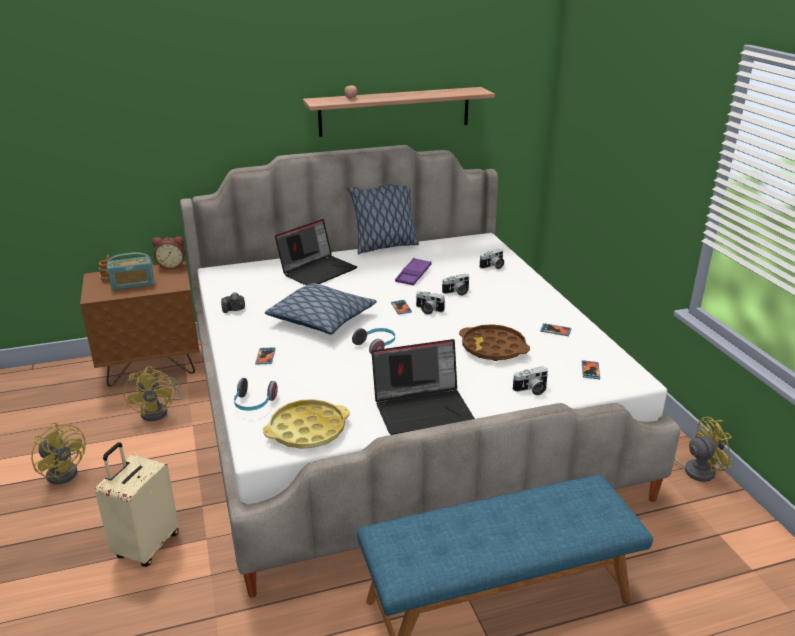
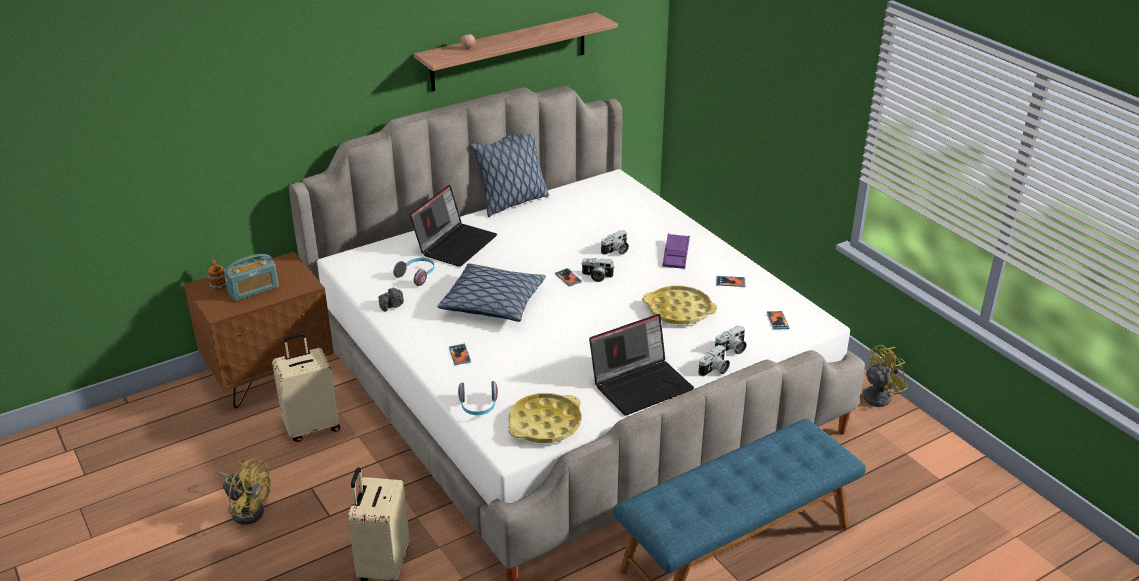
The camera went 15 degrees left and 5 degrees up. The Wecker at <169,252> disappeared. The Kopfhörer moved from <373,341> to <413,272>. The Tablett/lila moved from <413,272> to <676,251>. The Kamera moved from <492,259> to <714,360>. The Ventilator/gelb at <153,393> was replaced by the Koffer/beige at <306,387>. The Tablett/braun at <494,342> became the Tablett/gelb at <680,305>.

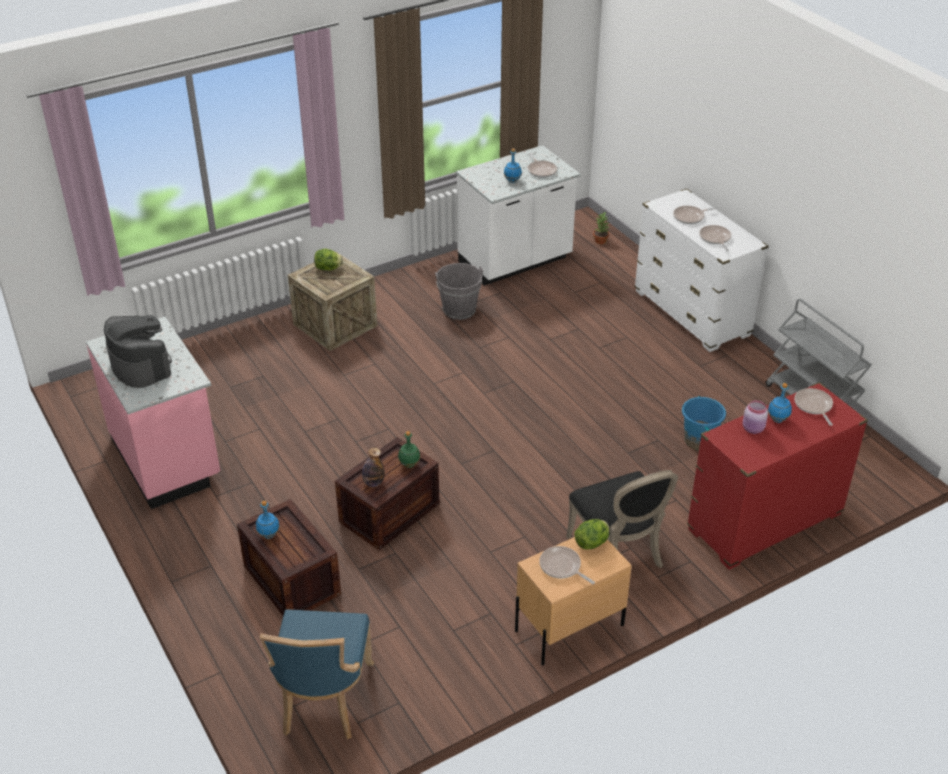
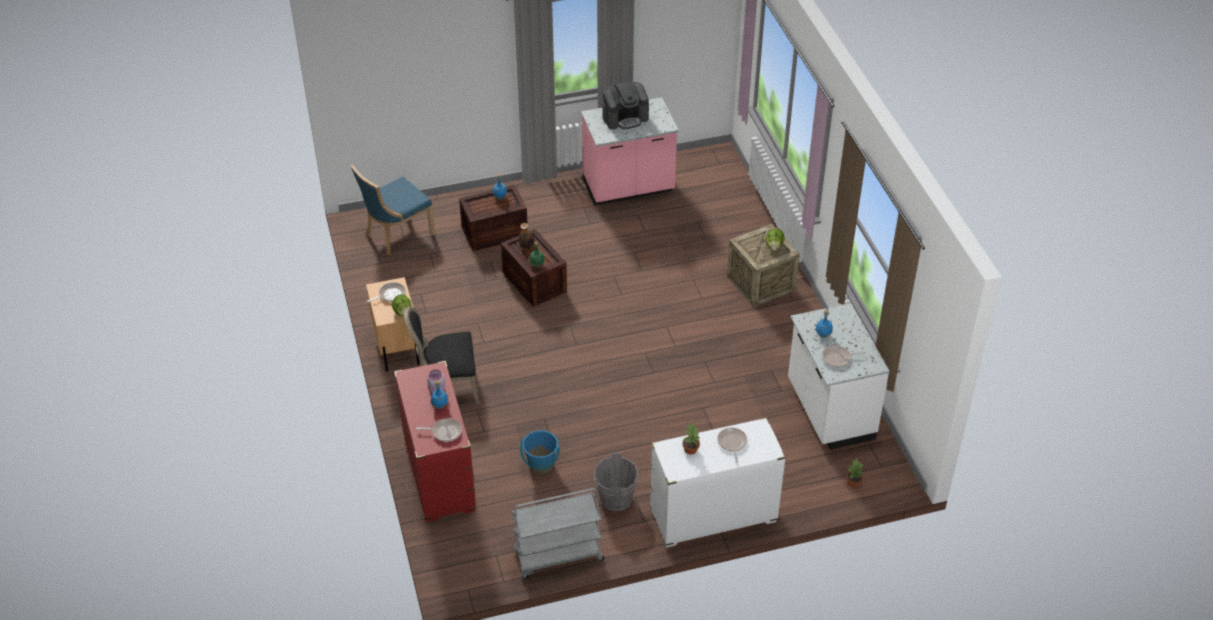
The camera went 105 degrees right and 5 degrees up. The Eimer/grau moved from <459,291> to <616,482>. The Pfanne at <715,238> was replaced by the Topfpflanze at <691,438>. The Stuhl/blau at <317,674> turned 60 degrees counterclockwise.

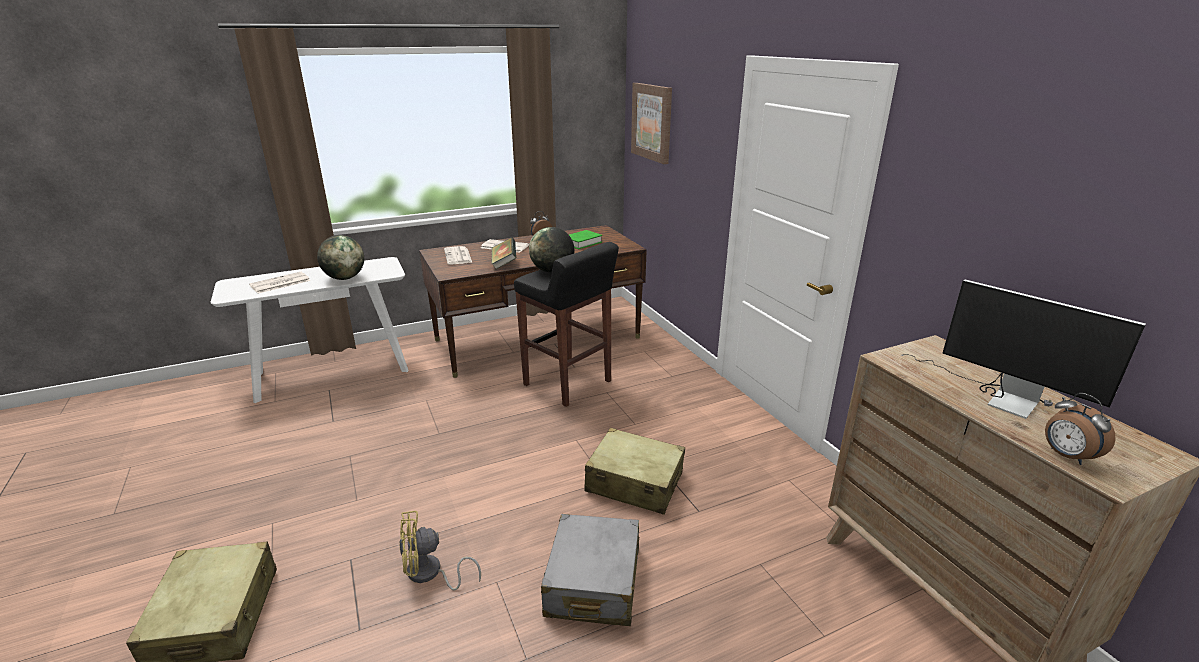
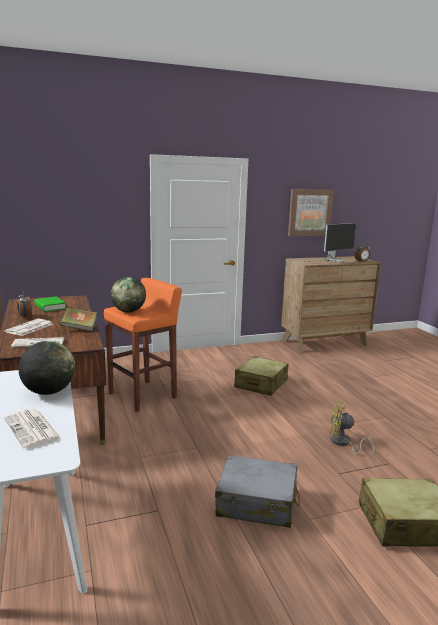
The camera went 85 degrees left and 10 degrees down. The Koffer/grau moved from <590,570> to <257,491>. The Bild moved from <651,123> to <311,212>. The Hocker/schwarz at <566,324> became the Hocker/orange at <143,345>. The Ventilator/gelb at <440,551> turned 120 degrees clockwise.

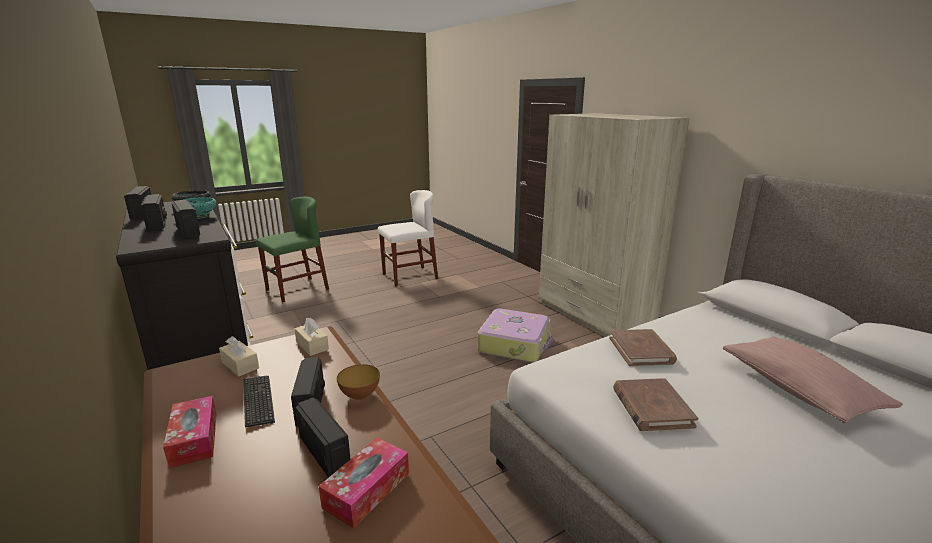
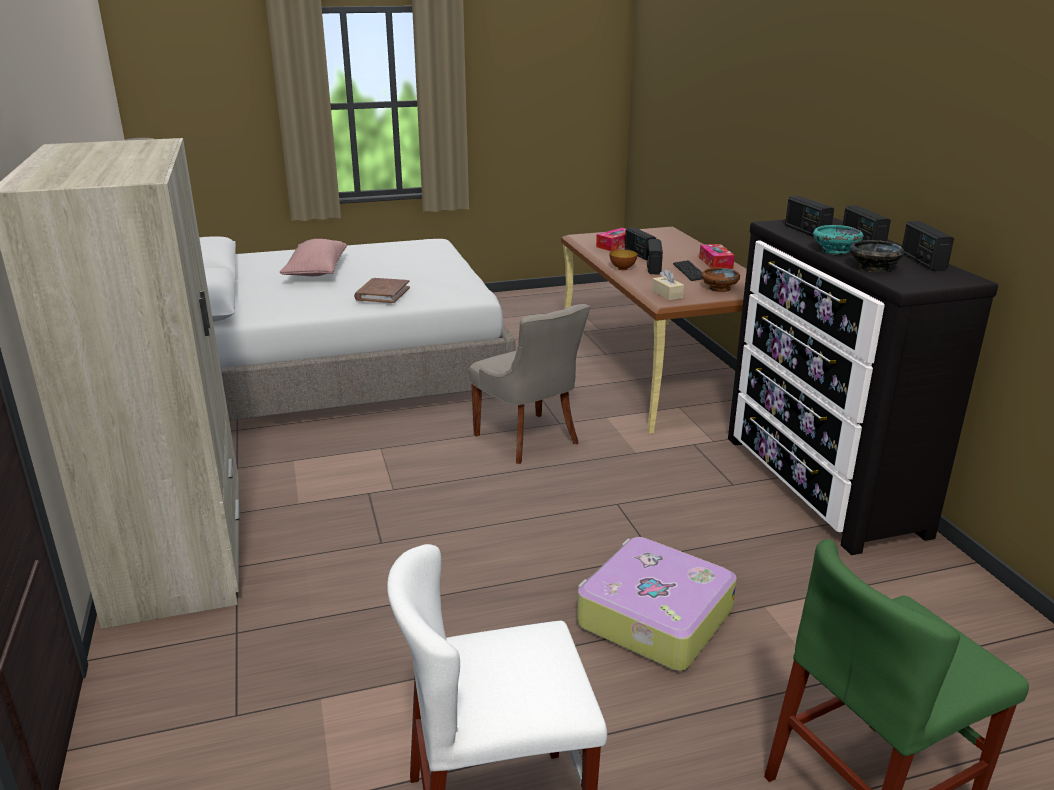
The camera went 165 degrees left and 5 degrees up. The Buch/braun at <655,404> disappeared. The Stuhl/grau at <530,384> appeared. The Koffer moved from <515,335> to <657,604>. The Taschentuchbox/beige at <239,356> was replaced by the Schüssel/braun at <721,280>.

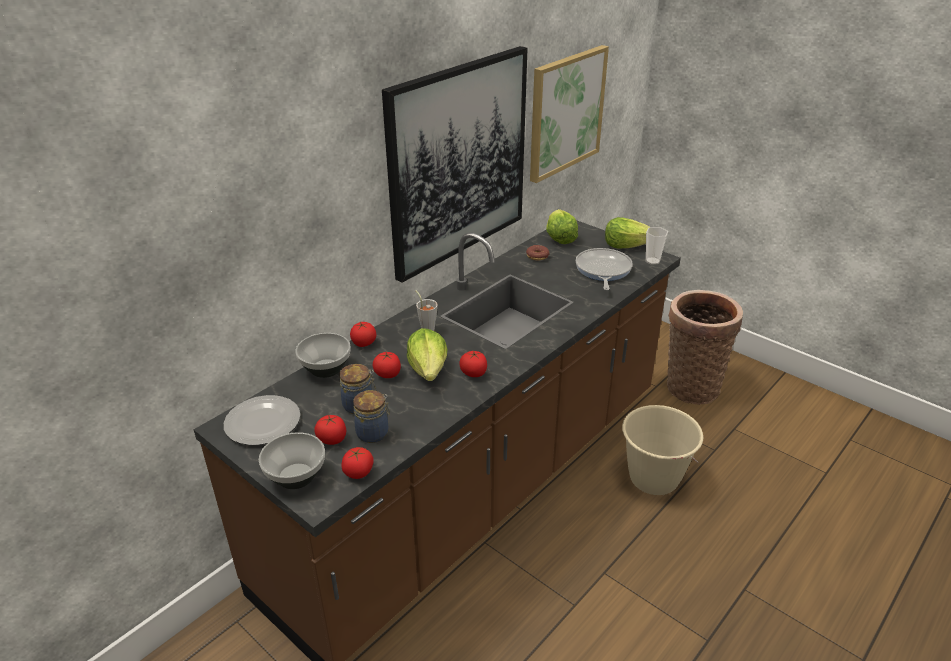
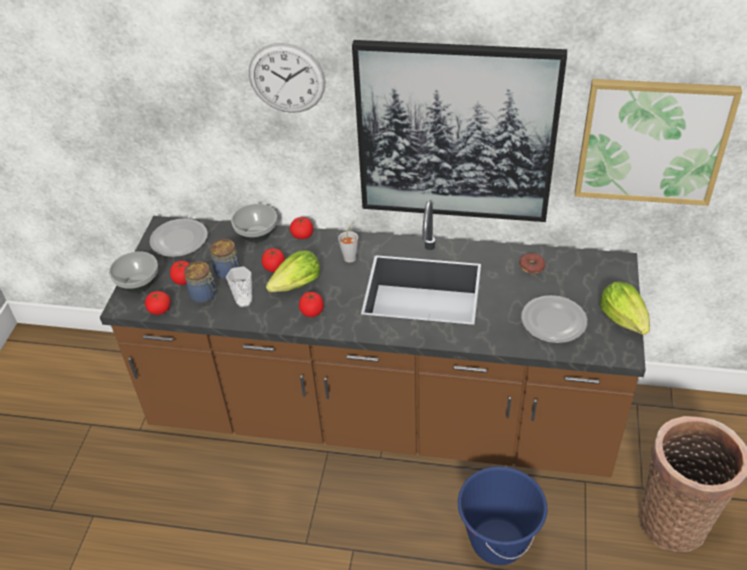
The camera went 60 degrees right and 10 degrees up. The Salatkopf at <562,226> disappeared. The Wanduhr at <287,78> appeared. The Tasse moved from <657,246> to <239,287>. The Pfanne at <604,269> was replaced by the Teller at <554,319>. The Eimer/beige at <663,450> became the Eimer/blau at <502,515>.

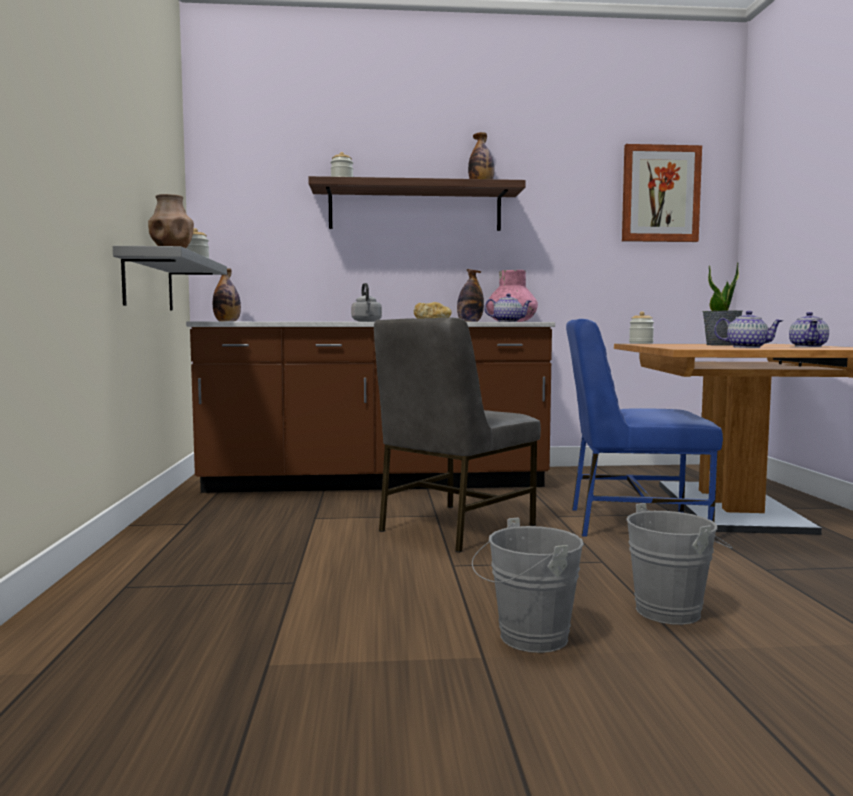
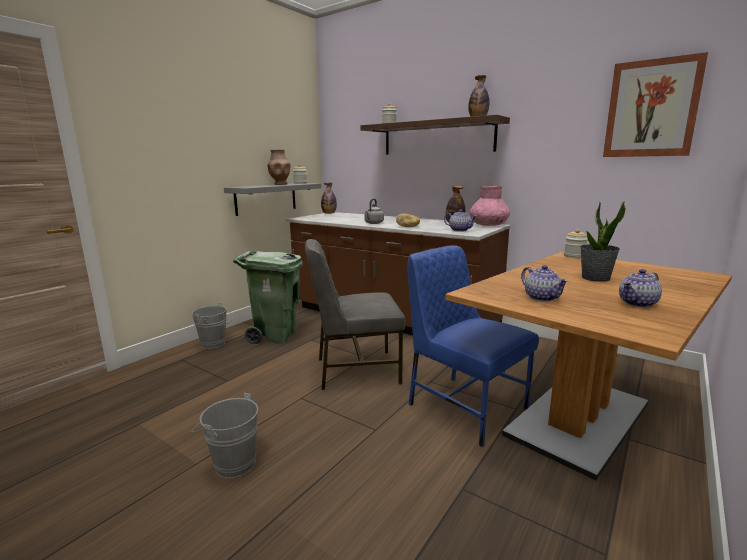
The camera went 40 degrees right and 10 degrees up. The Mülleimer/grün at <268,297> appeared. The Eimer/grau moved from <679,564> to <212,326>.

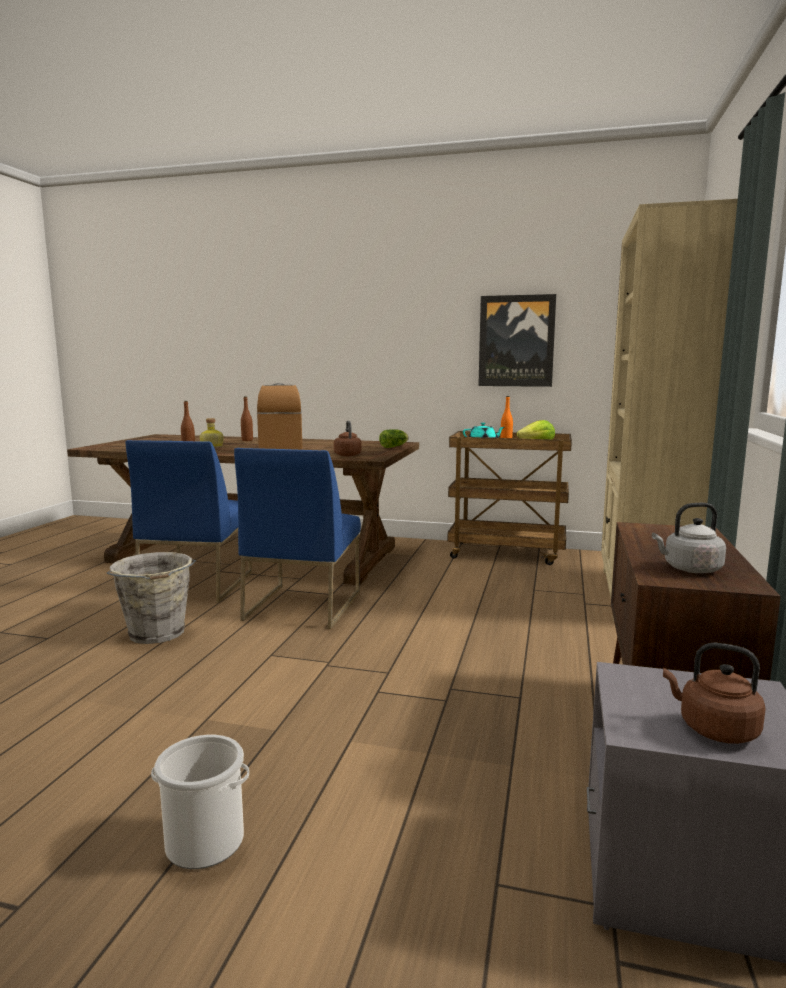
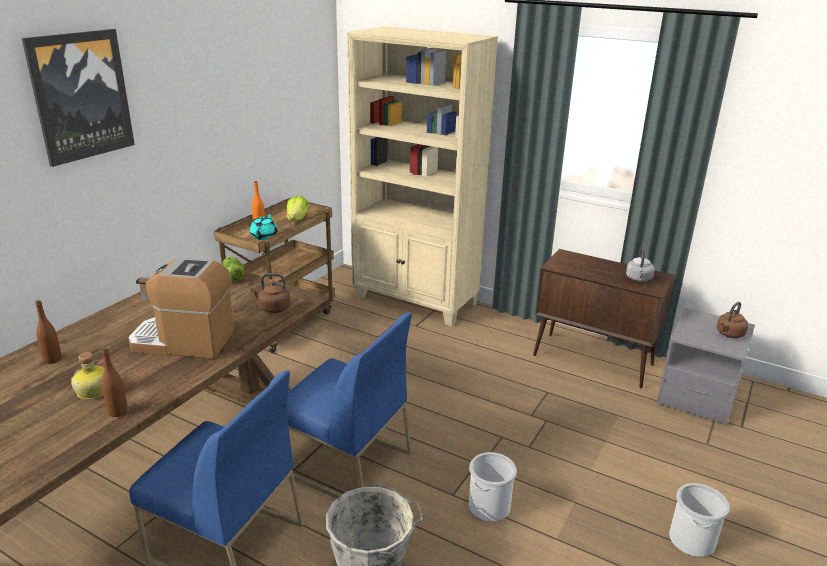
The camera went 75 degrees left and 15 degrees up. The Eimer at <493,487> appeared. The Bild moved from <517,340> to <78,98>.

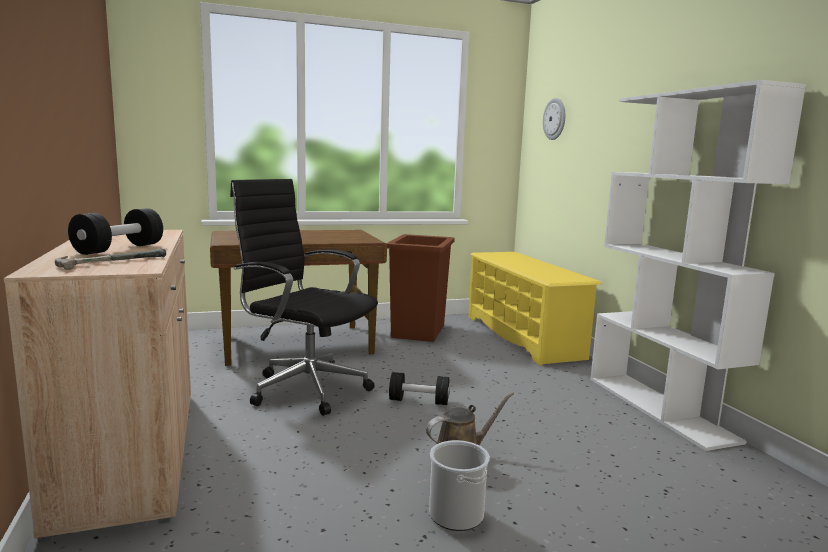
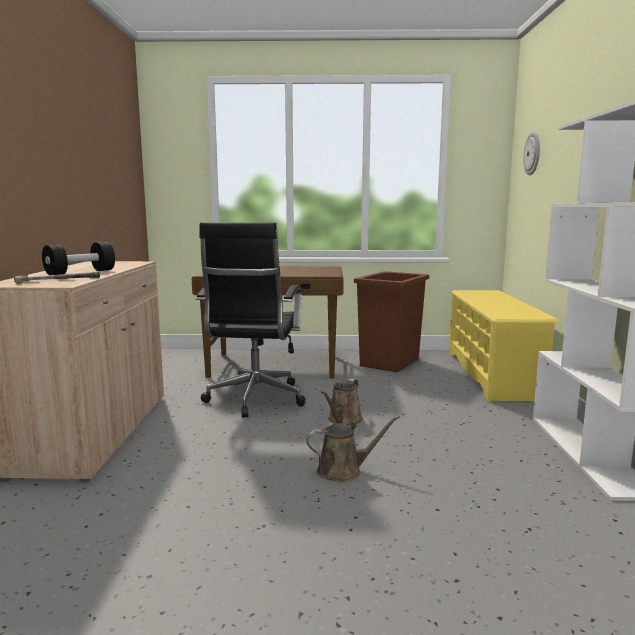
The camera went 20 degrees right and 0 degrees up. The Eimer at <459,485> disappeared. The Hantel/schwarz at <419,388> was replaced by the Gießkanne/braun at <342,402>. The Bürostuhl/schwarz at <304,297> turned 135 degrees counterclockwise.

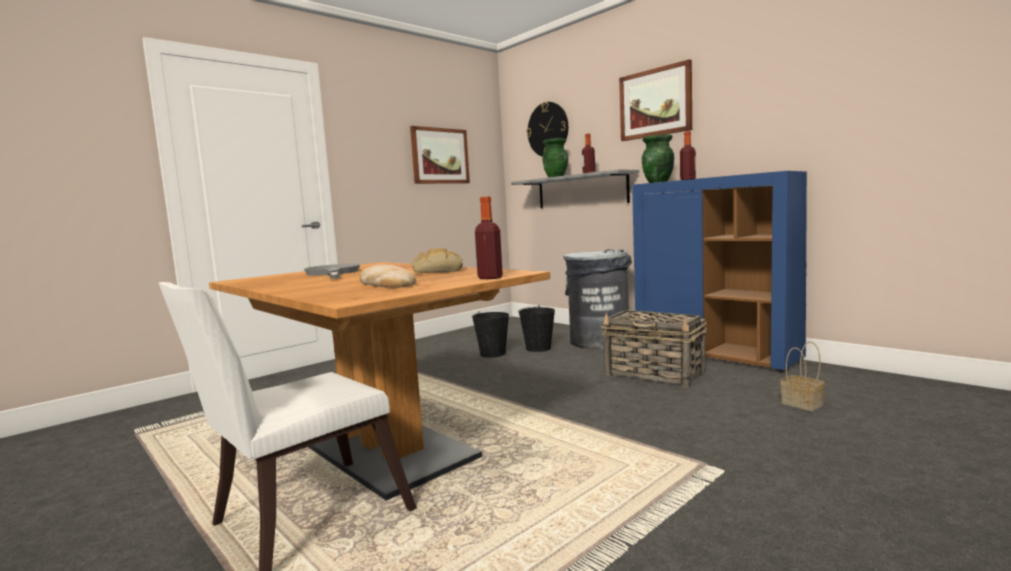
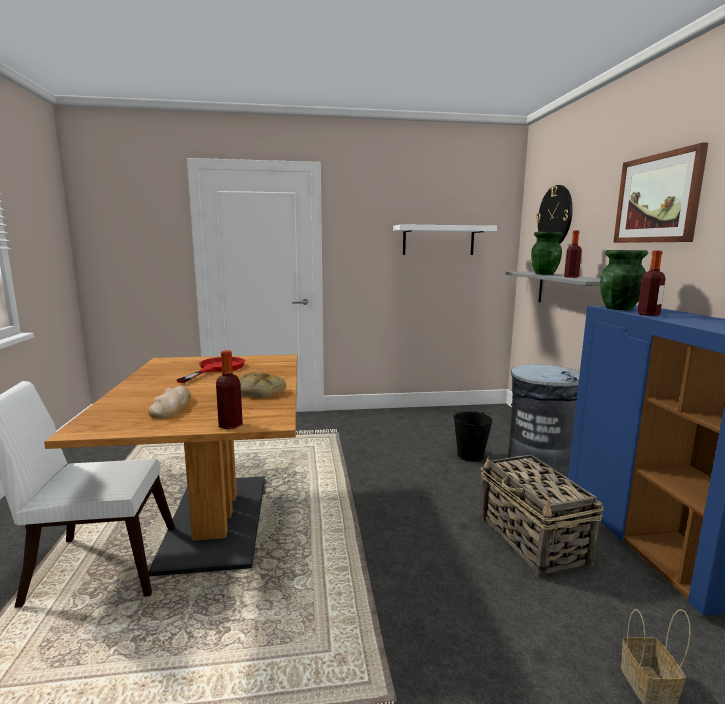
The camera went 35 degrees right and 5 degrees up. The Eimer/schwarz at <490,335> disappeared. The Bild at <440,155> was replaced by the Wandregal/weiß at <445,239>. The Pfanne/grau at <332,271> became the Pfanne/rot at <211,370>.

